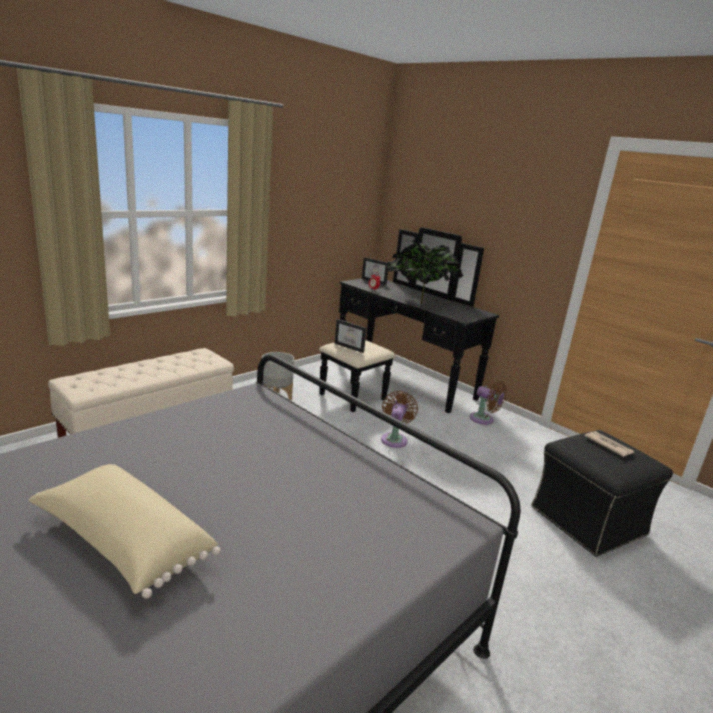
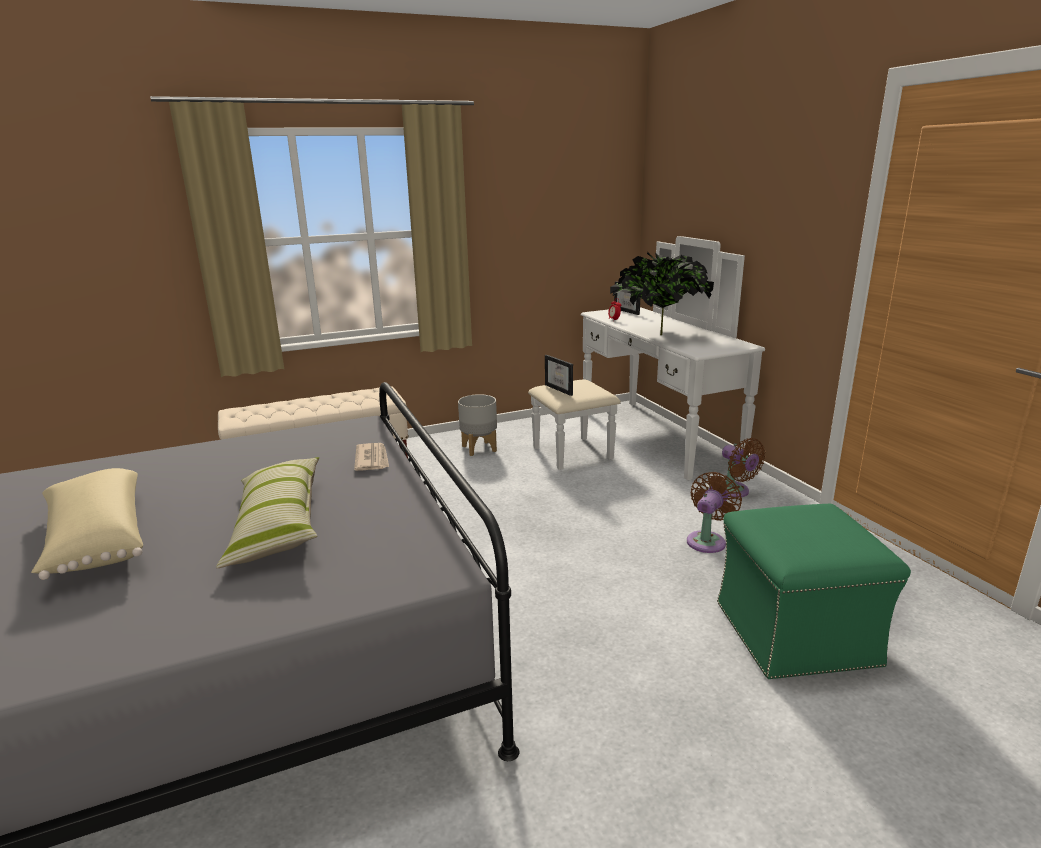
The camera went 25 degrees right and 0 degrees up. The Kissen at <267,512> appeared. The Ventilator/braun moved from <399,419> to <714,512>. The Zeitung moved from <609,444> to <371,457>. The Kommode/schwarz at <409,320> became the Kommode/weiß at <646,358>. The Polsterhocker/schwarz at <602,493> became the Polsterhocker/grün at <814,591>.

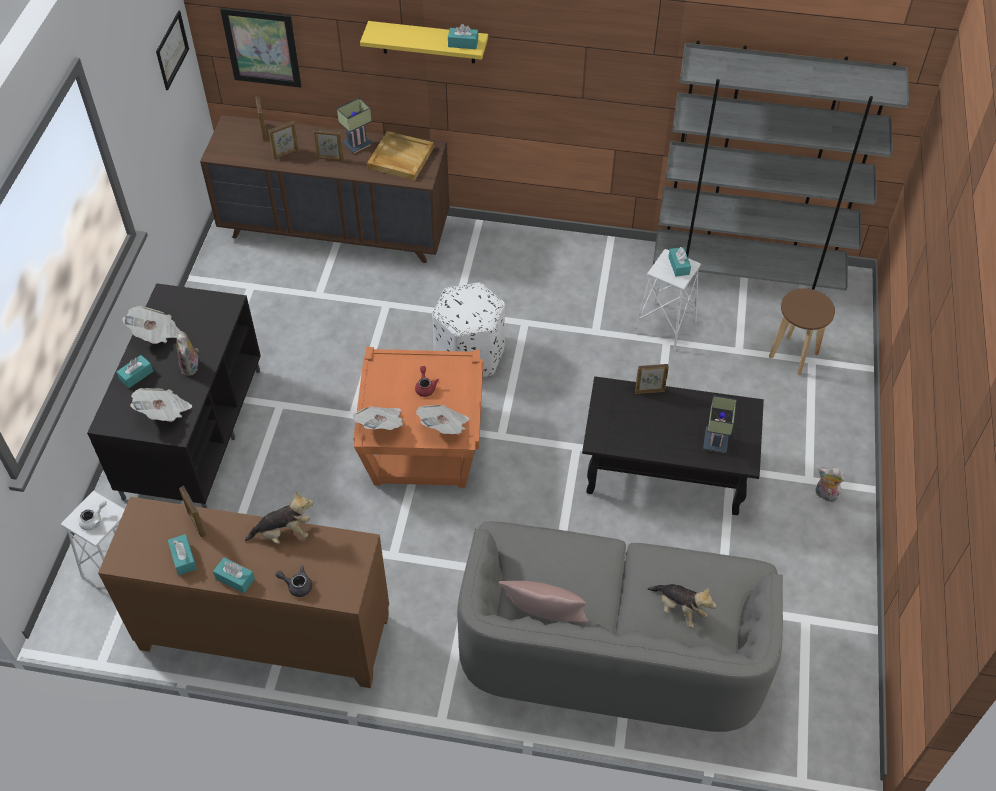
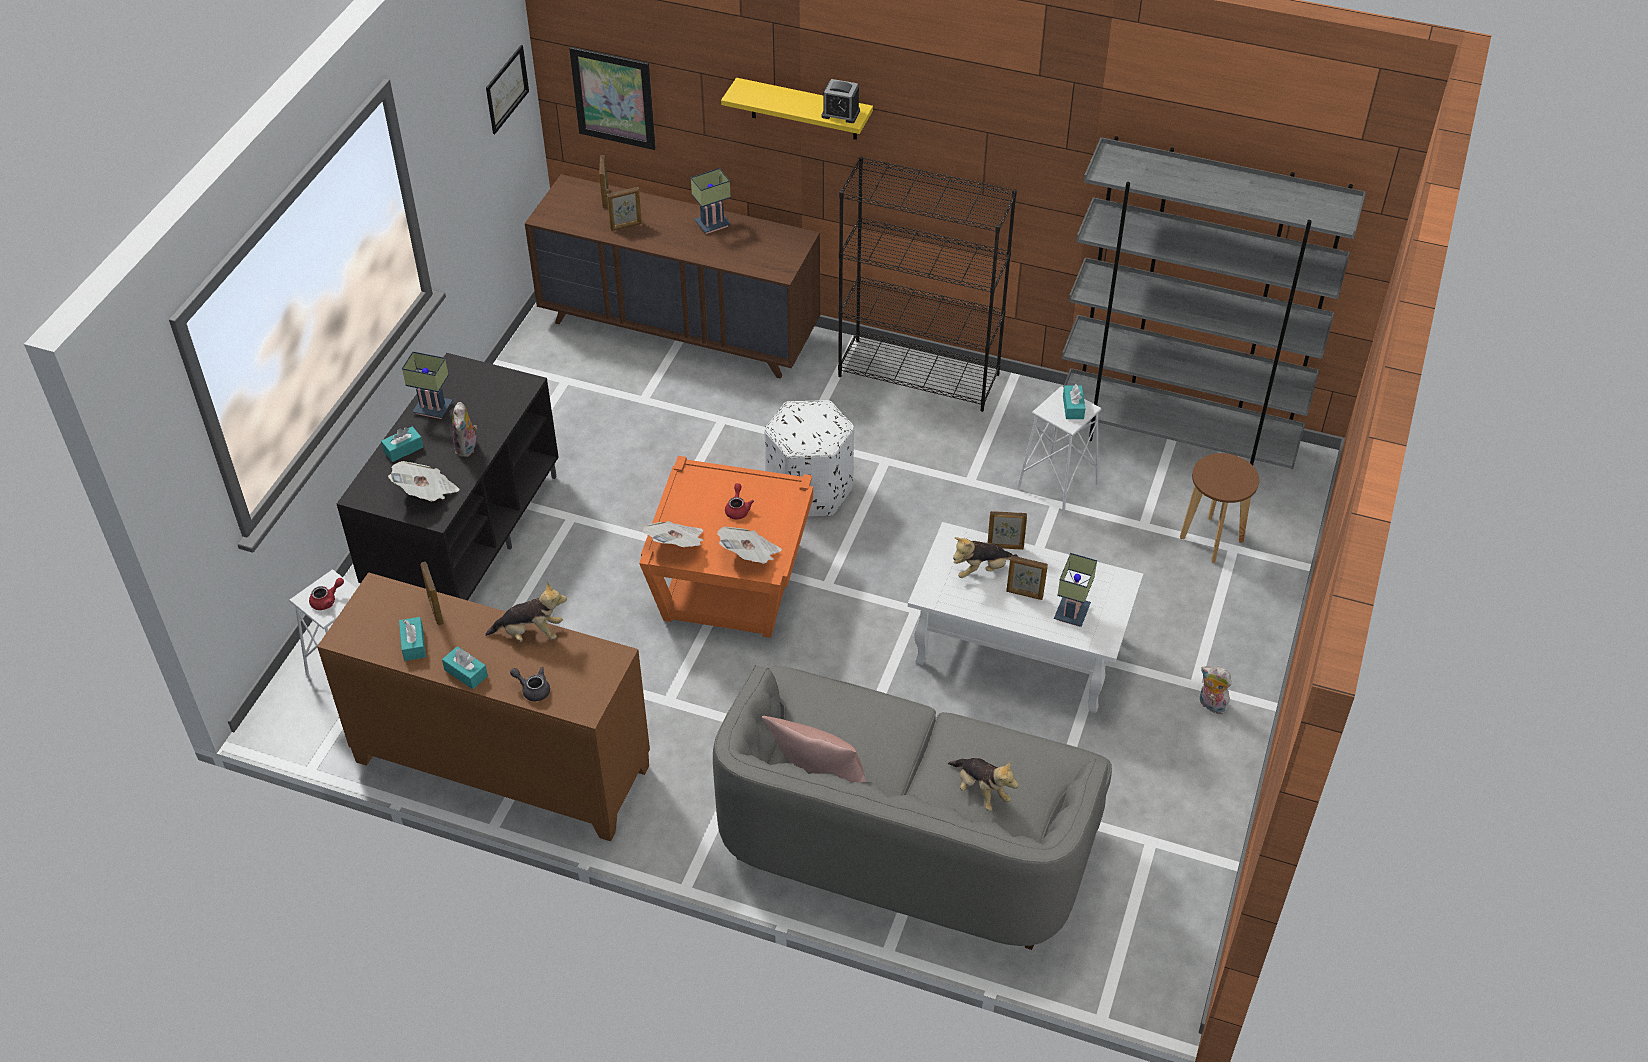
The camera went 10 degrees right and 5 degrees down. The Tablett/beige at <400,155> disappeared. The Bücherregal/schwarz at <927,284> appeared. The Plüschtier at <985,557> appeared. The Bilderrahmen moved from <328,145> to <1027,577>. The Zeitung at <151,325> was replaced by the Tischlampe at <427,385>. The Taschentuchbox/türkis at <463,36> was replaced by the Wecker at <841,101>. The Teekanne/weiß at <92,515> became the Teekanne/rot at <326,594>. The Couchtisch/schwarz at <673,445> became the Couchtisch/weiß at <1025,617>.

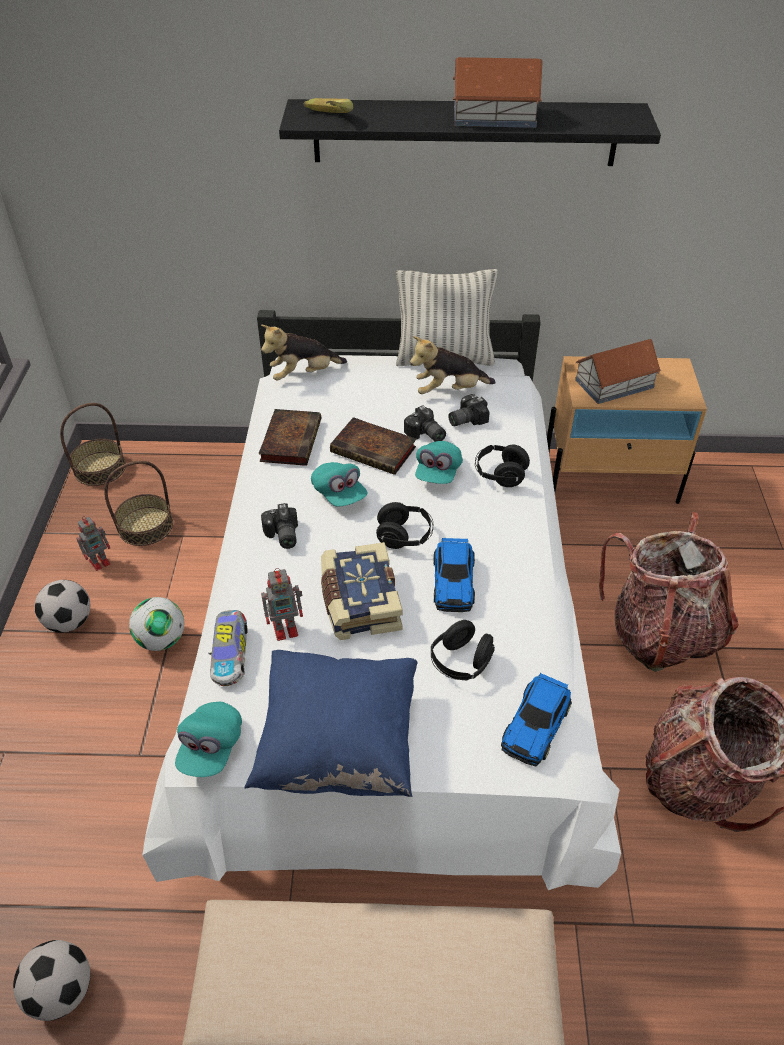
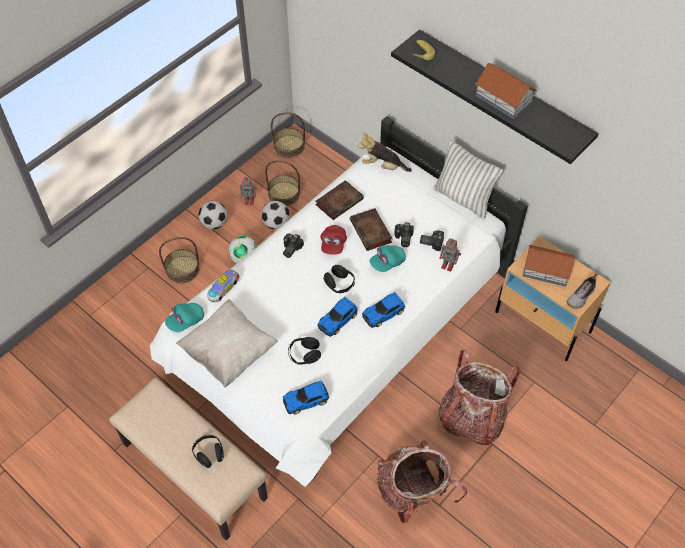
The camera went 40 degrees right and 10 degrees up. The Buch at <362,591> disappeared. The Plüschtier at <453,365> disappeared. The Korb at <179,260> appeared. The Spielzeugauto at <383,310> appeared. The Schuh at <582,291> appeared. The Fußball moved from <52,980> to <275,215>. The Spielzeugroboter moved from <282,604> to <450,255>. The Kopfhörer/schwarz moved from <502,466> to <208,451>. The Kissen/blau at <331,723> became the Kissen/beige at <227,343>. The Kappe/türkis at <339,484> became the Kappe/rot at <333,240>.

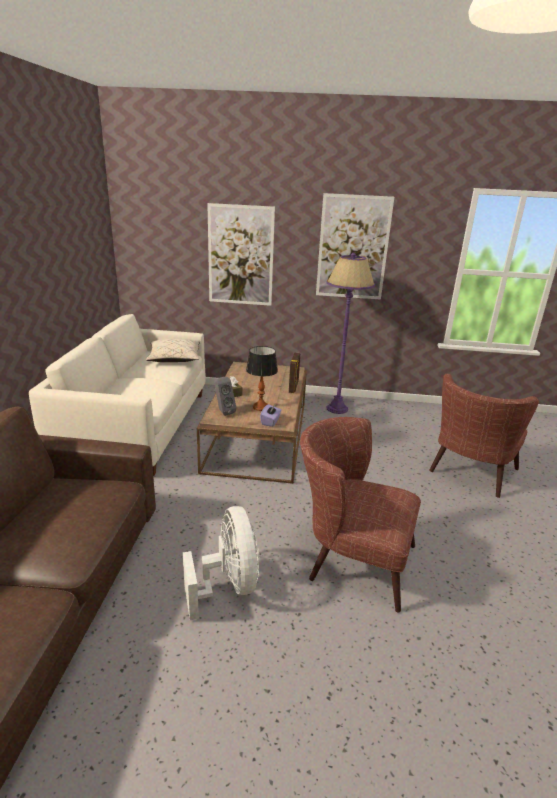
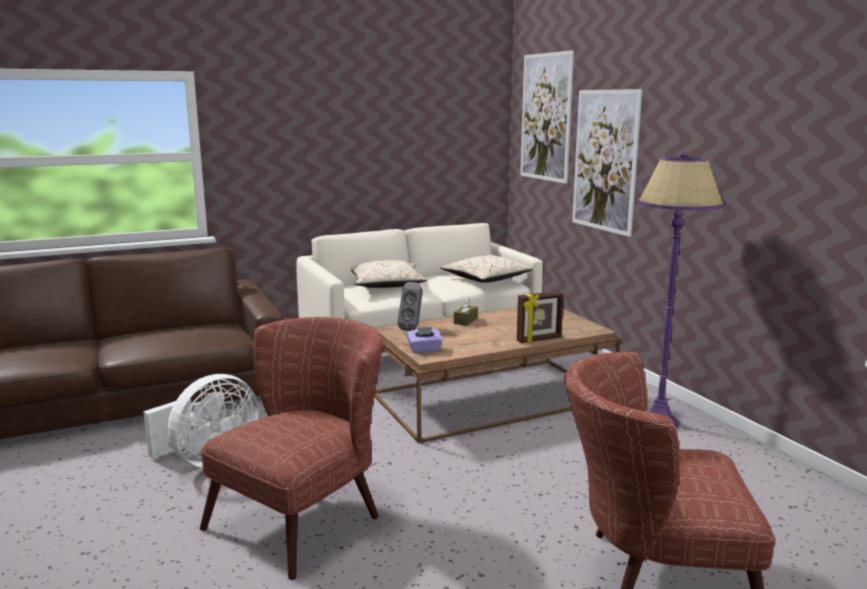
The camera went 60 degrees right and 10 degrees down. The Tischlampe at <262,378> disappeared. The Kissen/beige at <389,274> appeared. The Bild moved from <355,246> to <547,117>. The Sessel/braun at <360,514> turned 45 degrees clockwise.

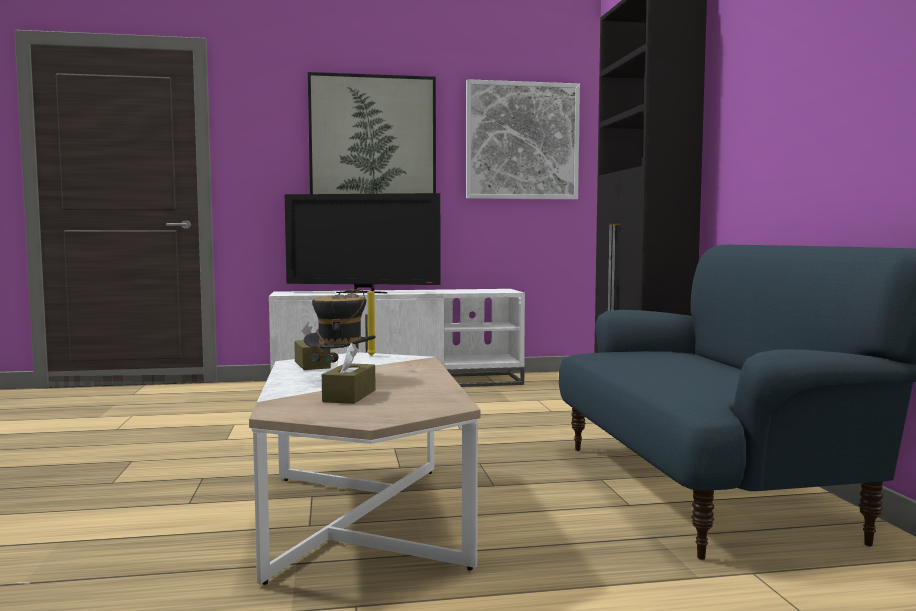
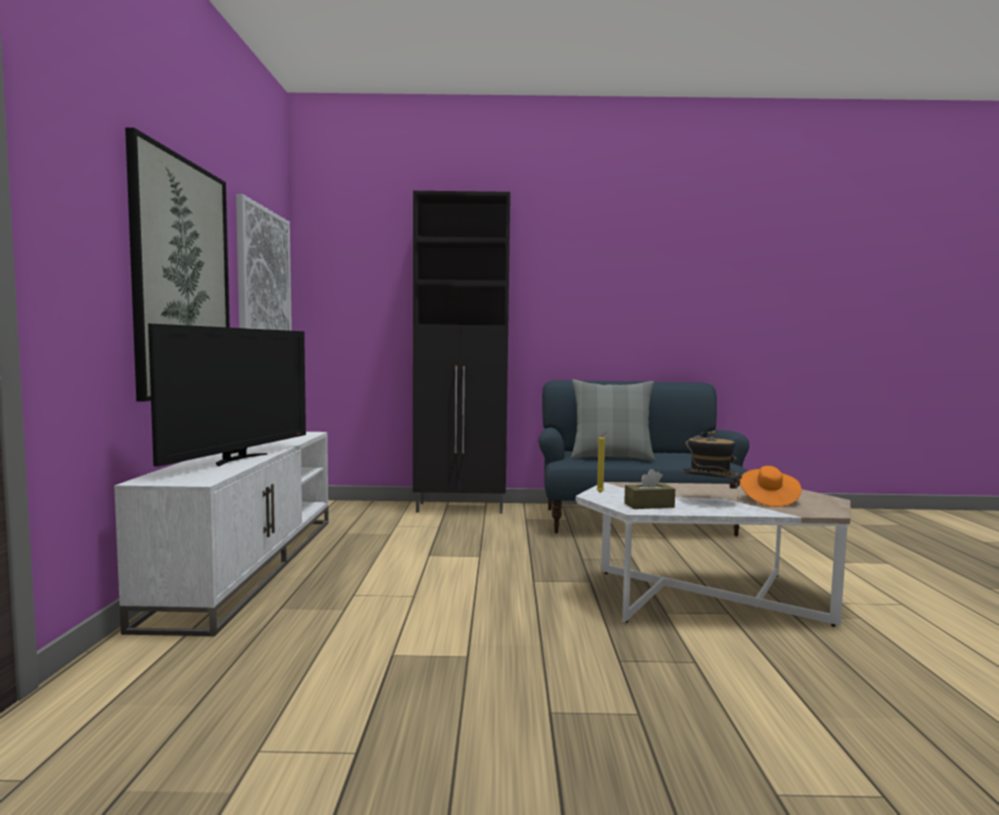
The camera went 80 degrees left and 0 degrees up. The Kissen/grau at <613,420> appeared. The Taschentuchbox/braun at <349,373> was replaced by the Hut/orange at <771,486>.

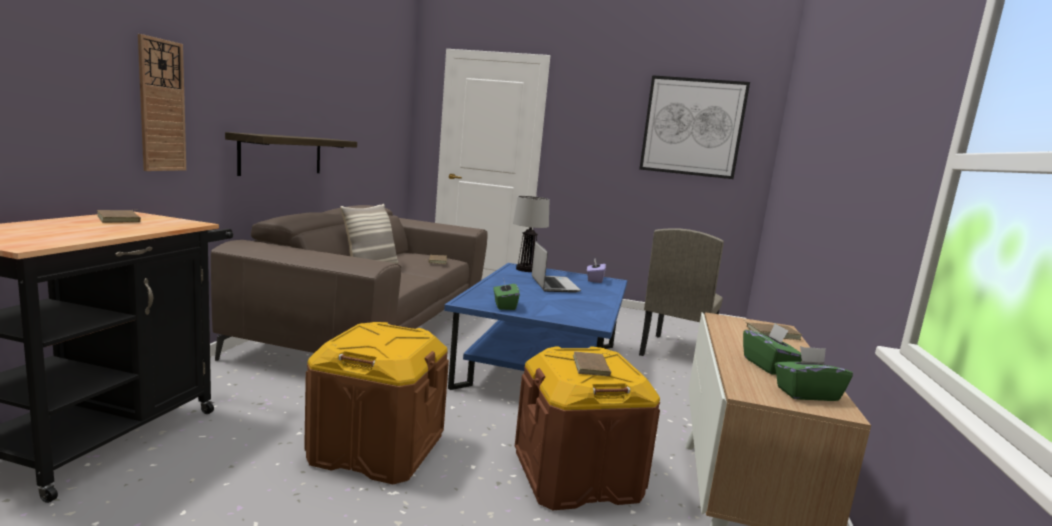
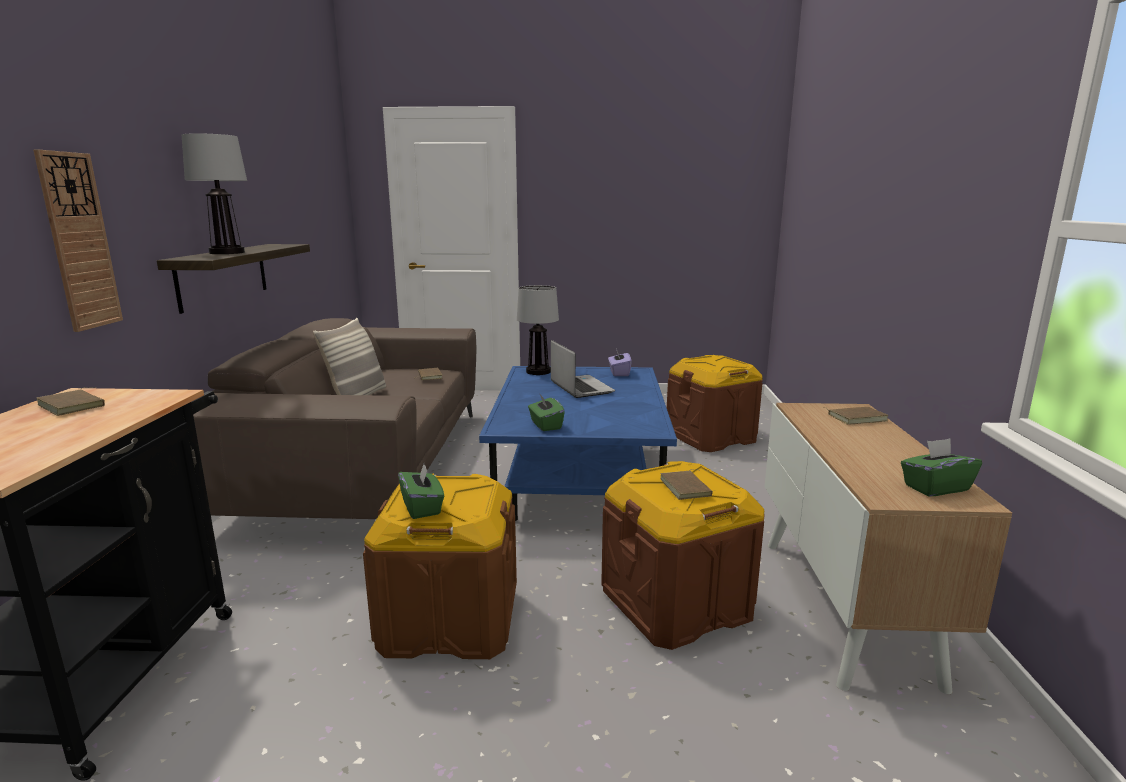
The camera went 10 degrees left and 5 degrees up. The Bild at <694,127> disappeared. The Tischlampe at <214,193> appeared. The Taschentuchbox/grün moved from <772,348> to <421,491>. The Stuhl/beige at <681,292> was replaced by the Aufbewahrungsbox/braun at <715,403>.

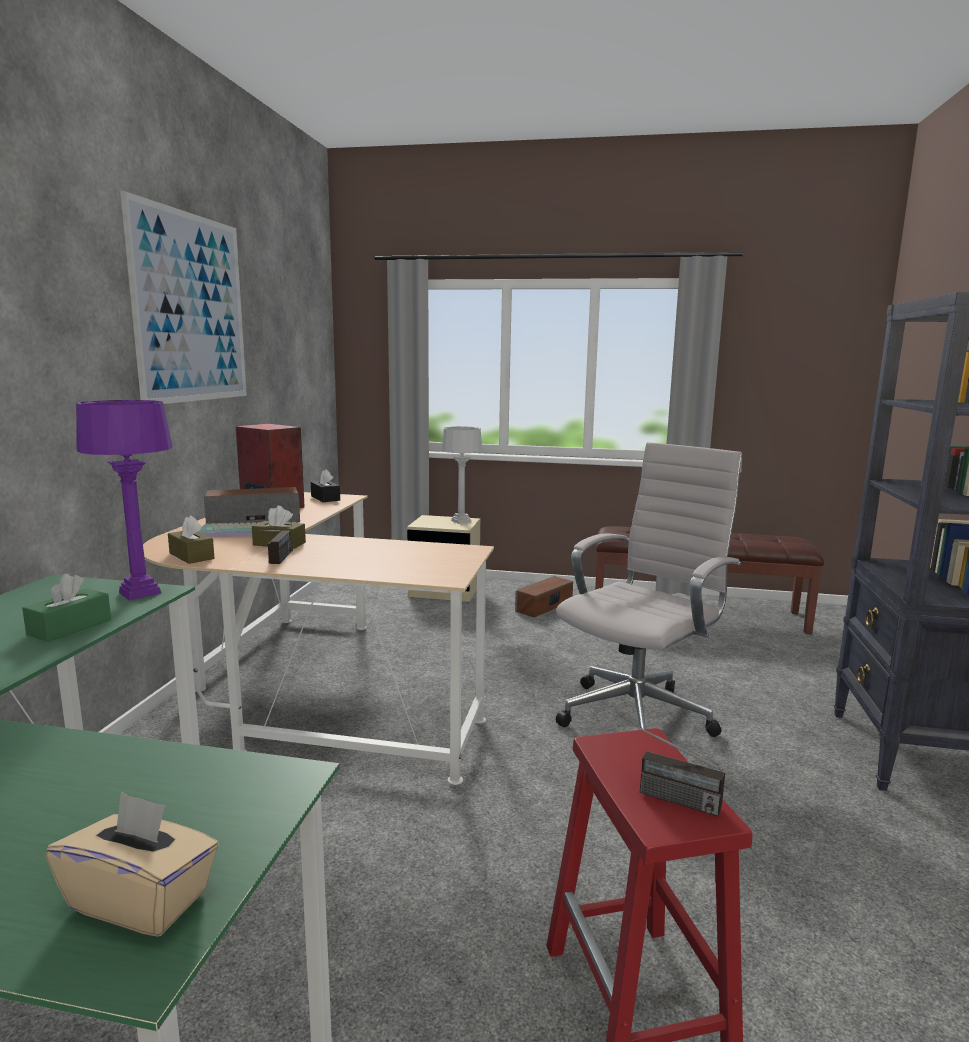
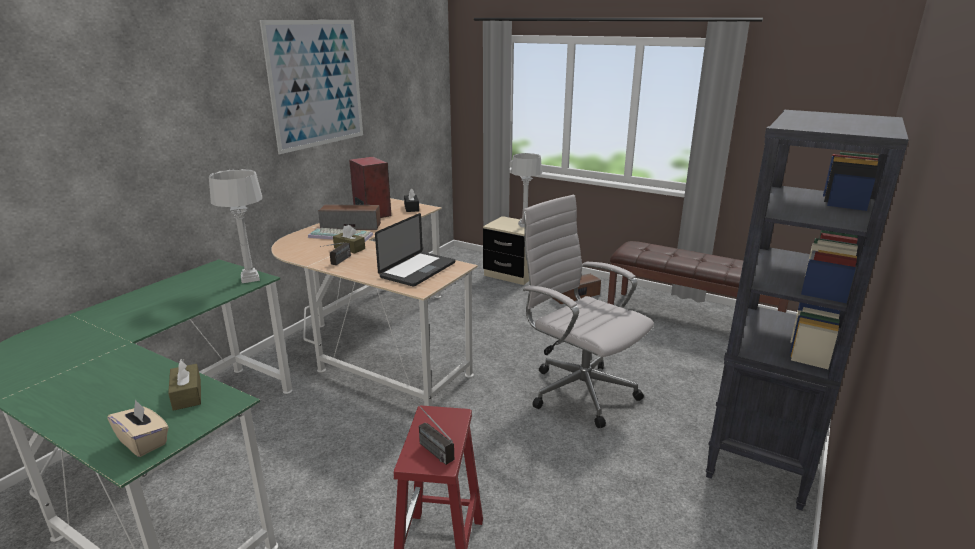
The camera went 20 degrees right and 10 degrees up. The Taschentuchbox/grün at <66,608> disappeared. The Laptop at <415,250> appeared. The Taschentuchbox/braun moved from <191,539> to <184,385>. The Tischlampe/lila at <124,500> became the Tischlampe/grau at <235,226>. The Bürostuhl/weiß at <649,589> turned 105 degrees counterclockwise.

